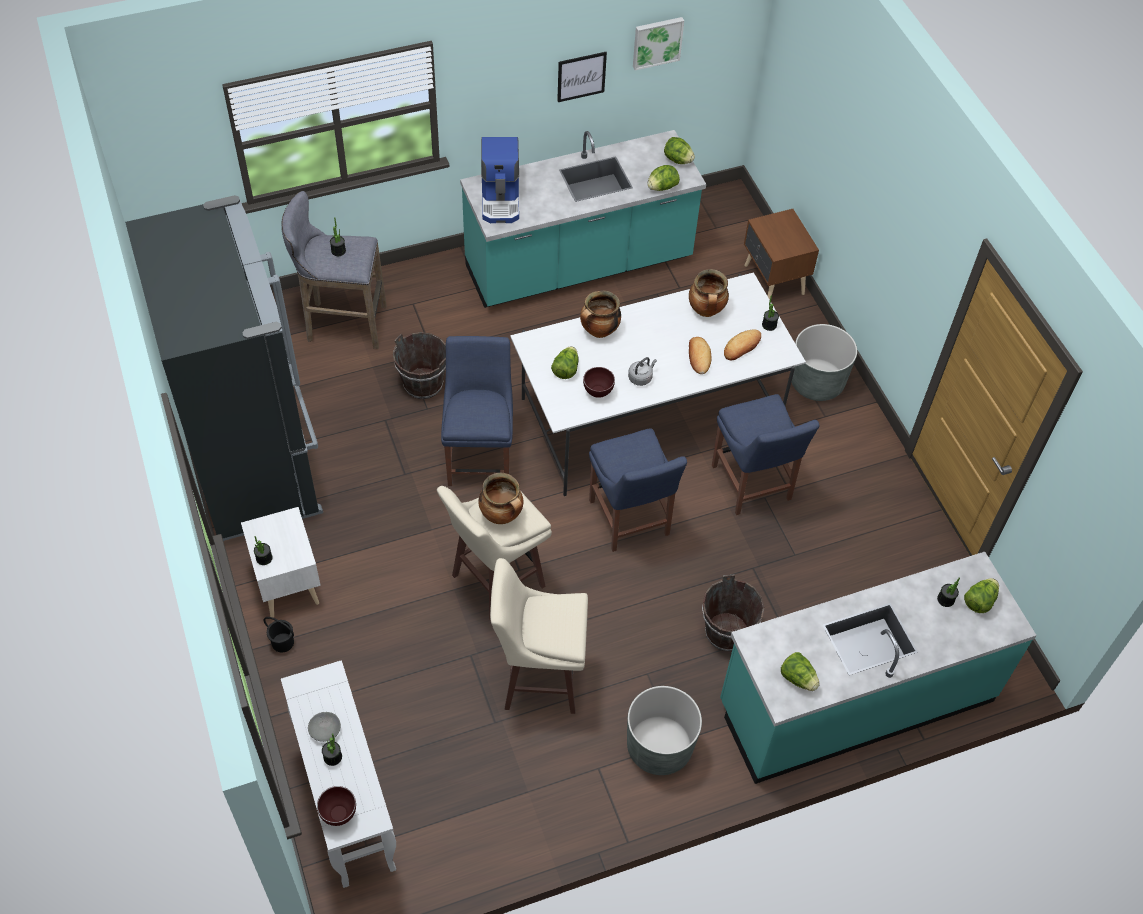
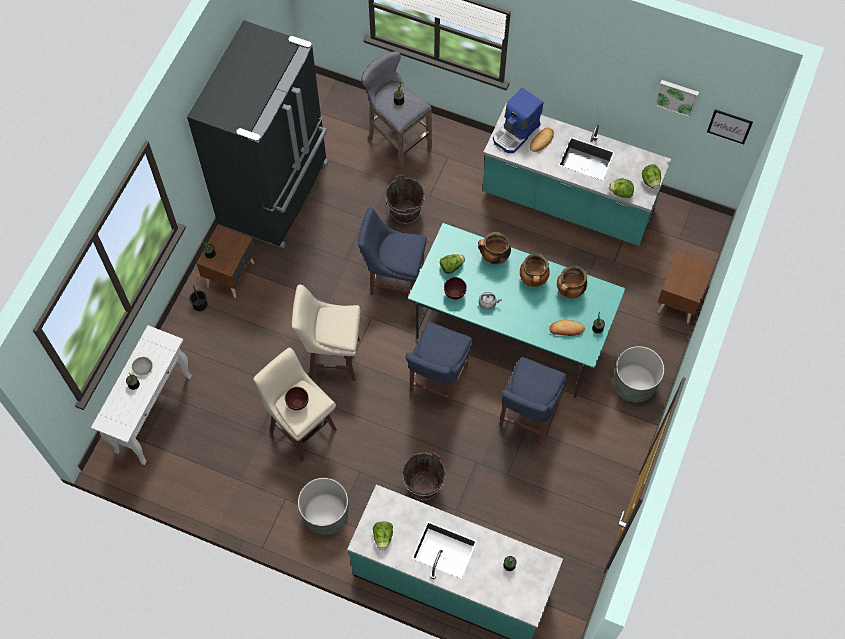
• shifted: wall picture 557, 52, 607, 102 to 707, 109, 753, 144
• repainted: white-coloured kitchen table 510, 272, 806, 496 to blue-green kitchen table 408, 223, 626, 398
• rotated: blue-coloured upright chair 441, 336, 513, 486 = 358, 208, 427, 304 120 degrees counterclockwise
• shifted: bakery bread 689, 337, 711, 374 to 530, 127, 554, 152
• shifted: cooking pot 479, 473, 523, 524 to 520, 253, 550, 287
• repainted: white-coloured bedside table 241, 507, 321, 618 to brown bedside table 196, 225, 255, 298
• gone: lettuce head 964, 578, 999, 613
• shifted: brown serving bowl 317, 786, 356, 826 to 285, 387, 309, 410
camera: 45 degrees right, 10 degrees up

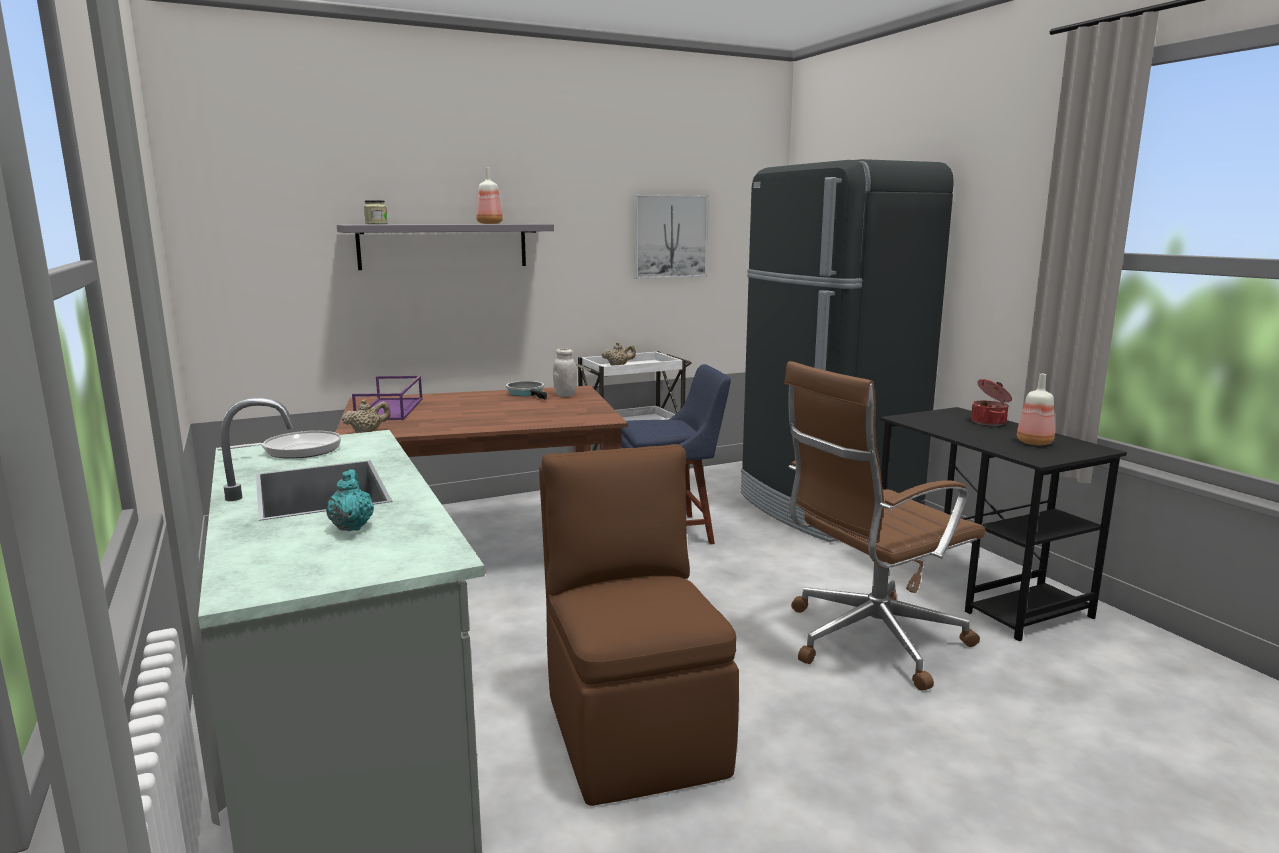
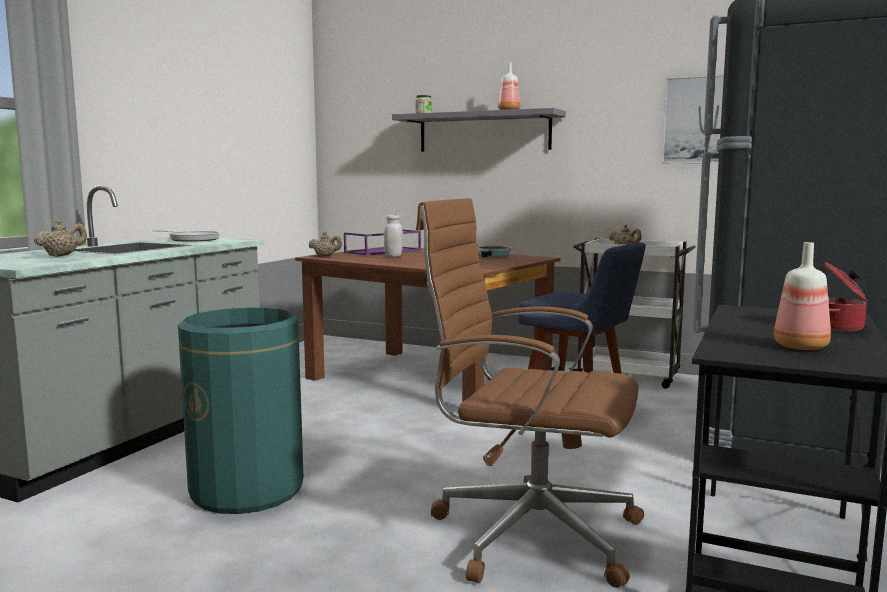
• shifted: white-coloured preserve jar 553, 348, 577, 397 to 384, 215, 403, 257
• swapped: brown upright chair 539, 444, 739, 806 to green-coloured rubbish bin 178, 308, 304, 514
• repainted: blue-green pot for tea 326, 469, 374, 531 to sand-coloured pot for tea 34, 220, 87, 257
camera: 50 degrees right, 5 degrees down

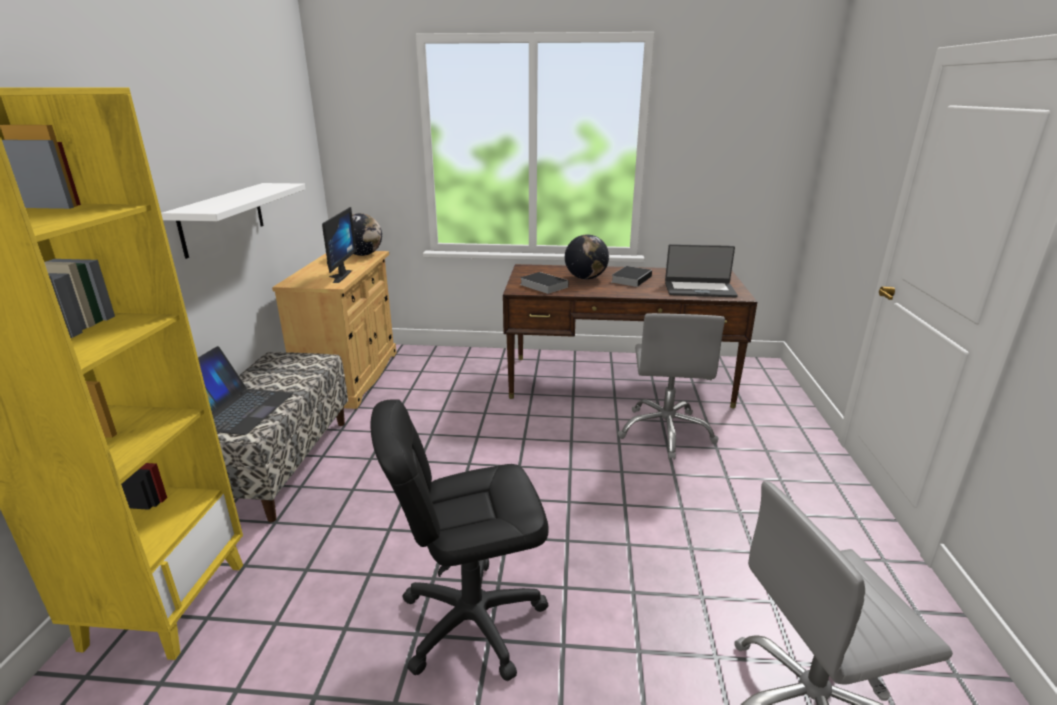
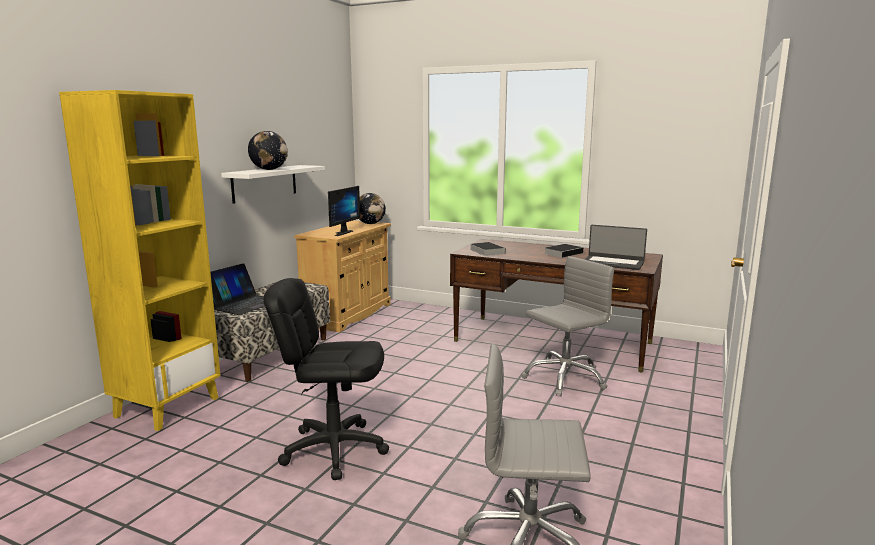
• shifted: desk globe 565, 234, 609, 279 to 248, 131, 288, 170
• rotated: gray office chair 618, 313, 725, 460 = 521, 256, 614, 396 150 degrees counterclockwise
camera: 20 degrees right, 10 degrees down

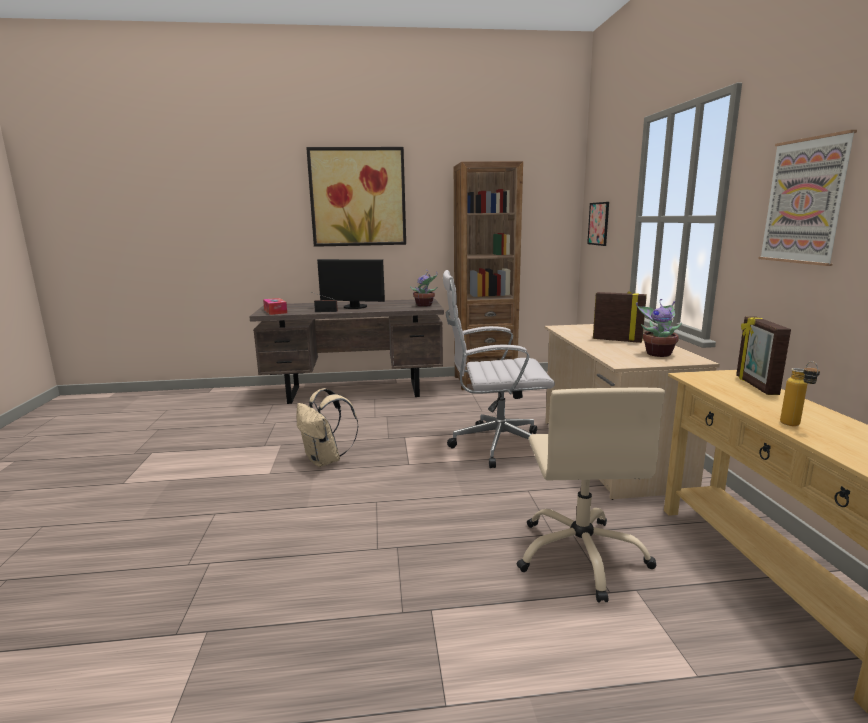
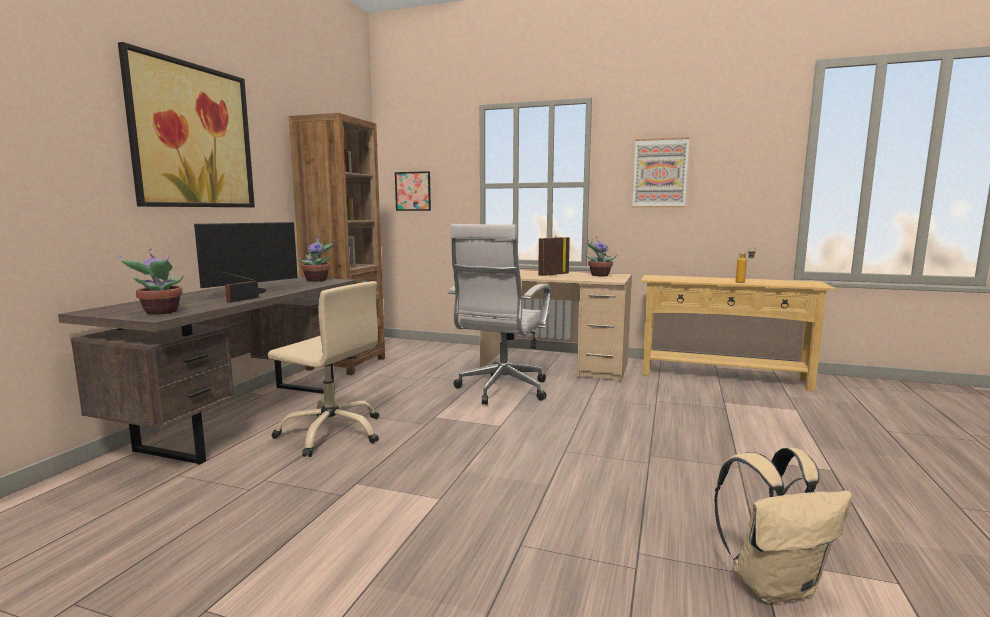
• swapped: tissue box 263, 298, 287, 315 to potted plant 118, 248, 183, 315
• gone: picture frame 736, 316, 791, 395
• shifted: sand-coloured knapsack 296, 388, 358, 467 to 714, 448, 852, 604
• shifted: sand-coloured office chair 517, 388, 665, 602 to 268, 281, 379, 457
camera: 65 degrees left, 5 degrees down

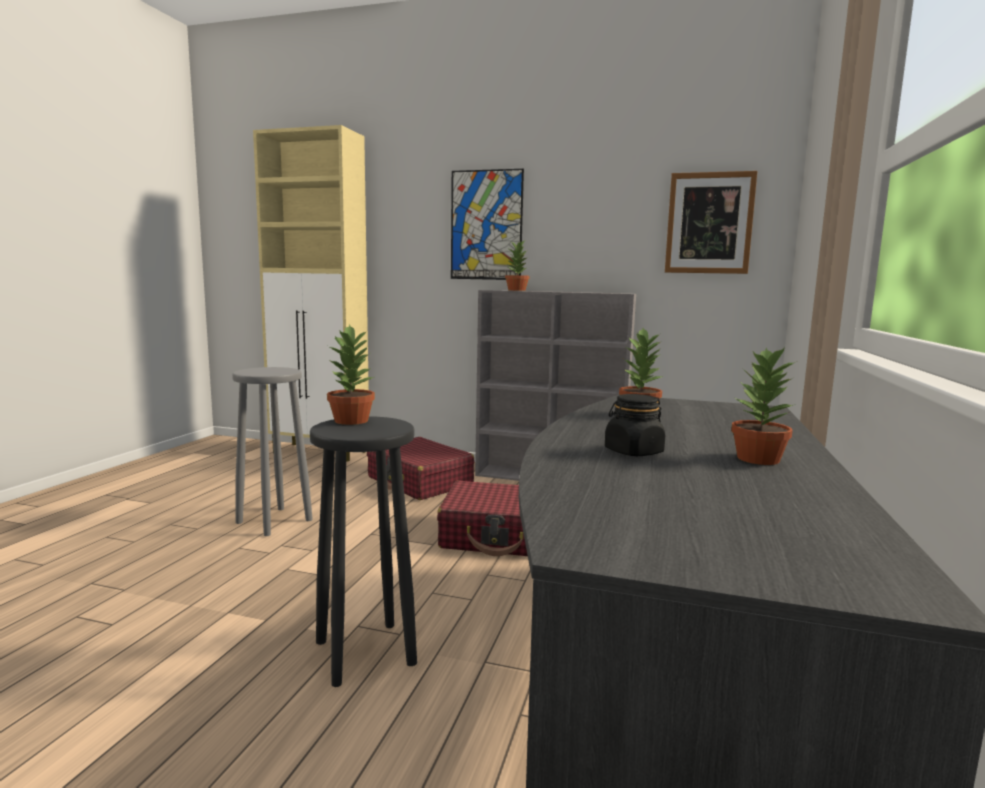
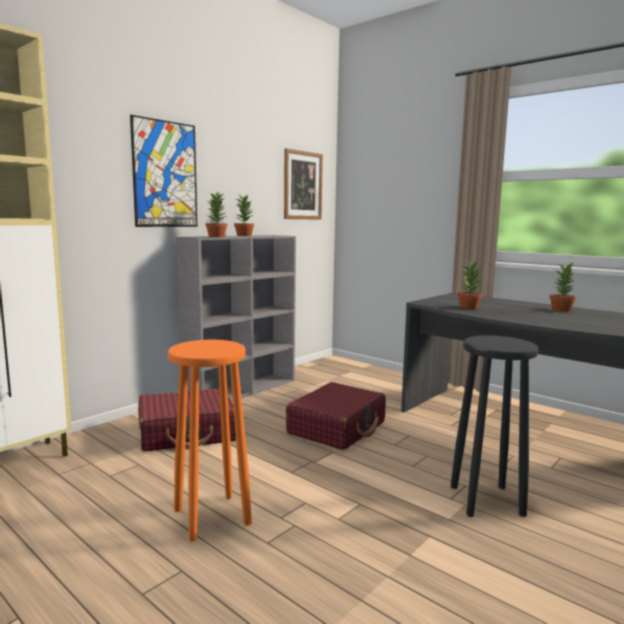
• shifted: potted plant 327, 325, 375, 425 to 234, 194, 254, 236
• repainted: gray stool 232, 367, 313, 536 to orange-coloured stool 168, 340, 252, 542
• gone: black preserve jar 605, 394, 665, 456
camera: 65 degrees left, 0 degrees up

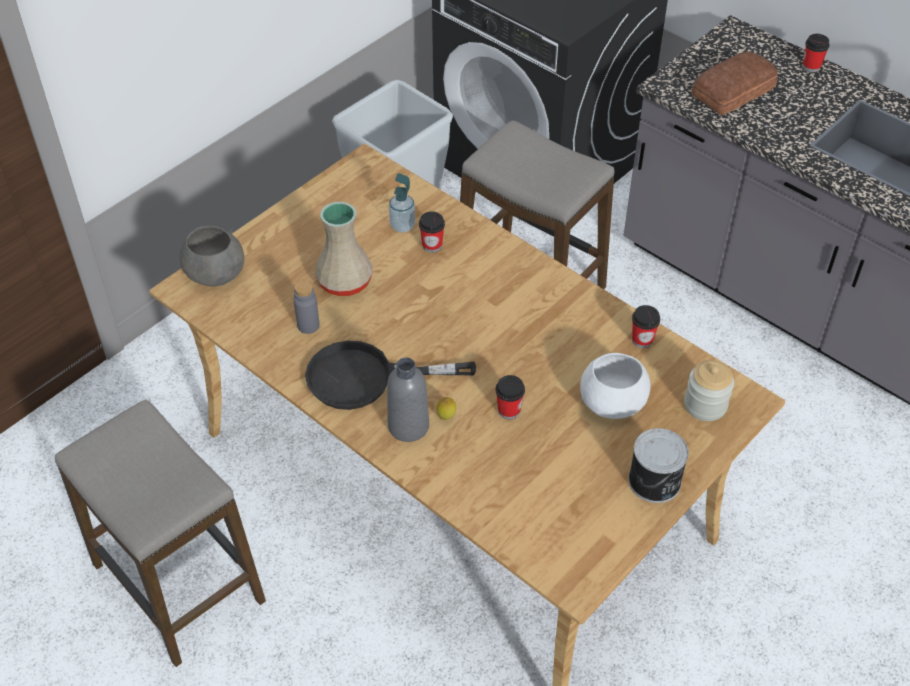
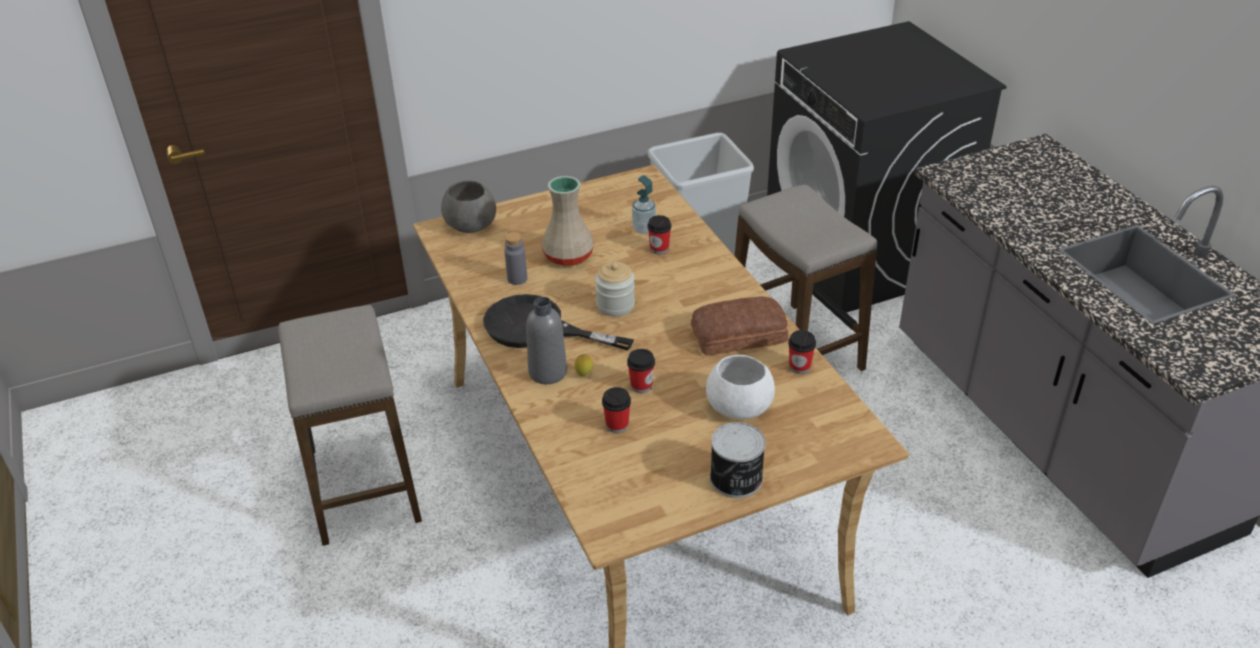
• shifted: cup 803, 34, 830, 72 to 602, 387, 631, 433
• shifted: bakery bread 692, 52, 778, 116 to 691, 296, 788, 356
• shifted: preserve jar 684, 360, 734, 421 to 595, 262, 635, 317
camera: 25 degrees right, 10 degrees down

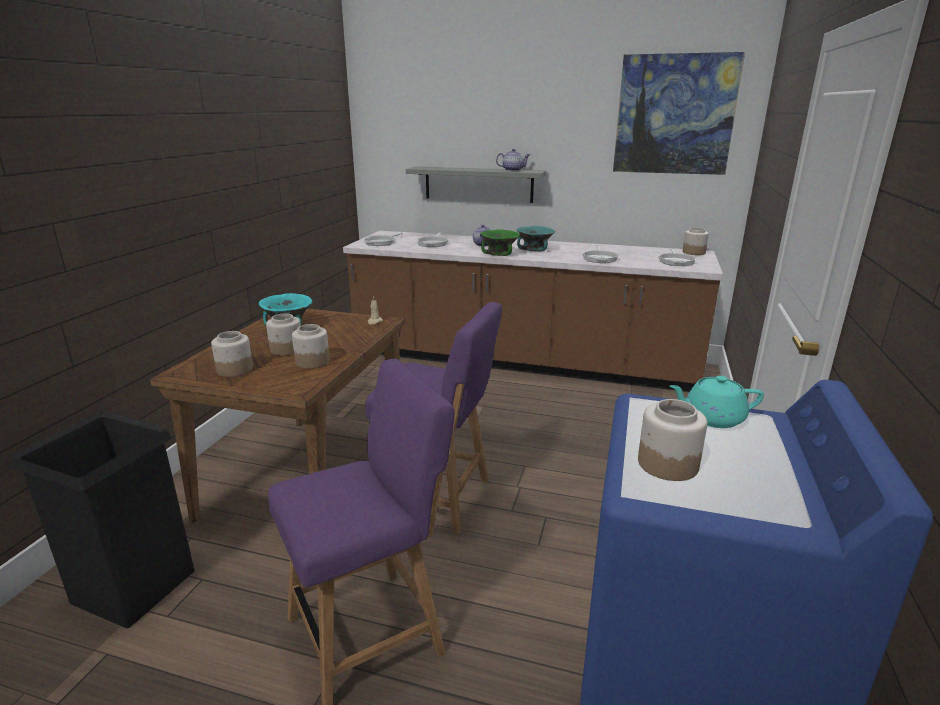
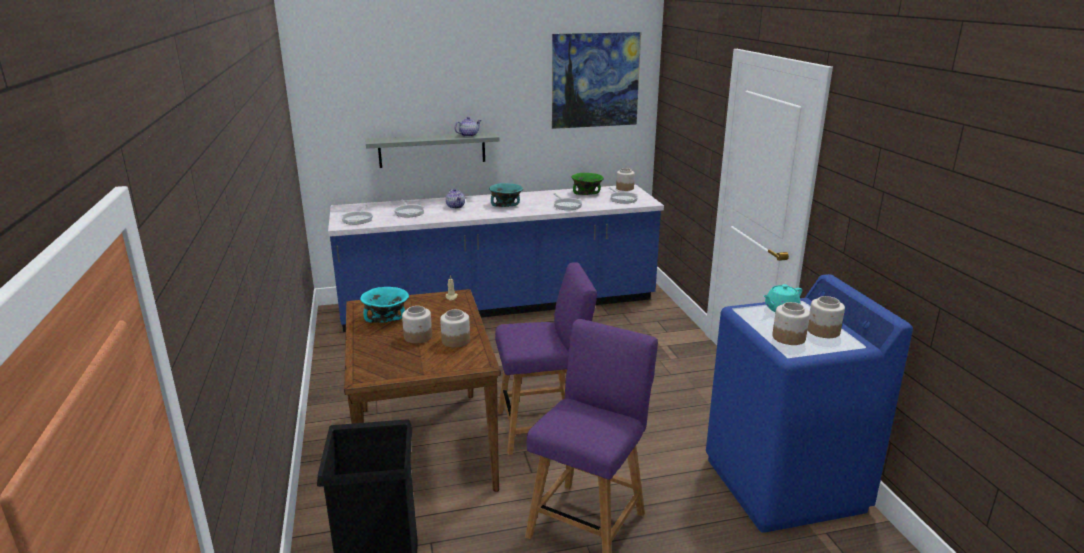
• shifted: green-coloured serving bowl 481, 229, 520, 256 to 571, 173, 604, 195
• repainted: brown kitchen counter 343, 231, 723, 392 to blue-coloured kitchen counter 328, 184, 664, 332
• shifted: preserve jar 211, 331, 253, 377 to 808, 296, 845, 338
camera: 30 degrees left, 0 degrees up

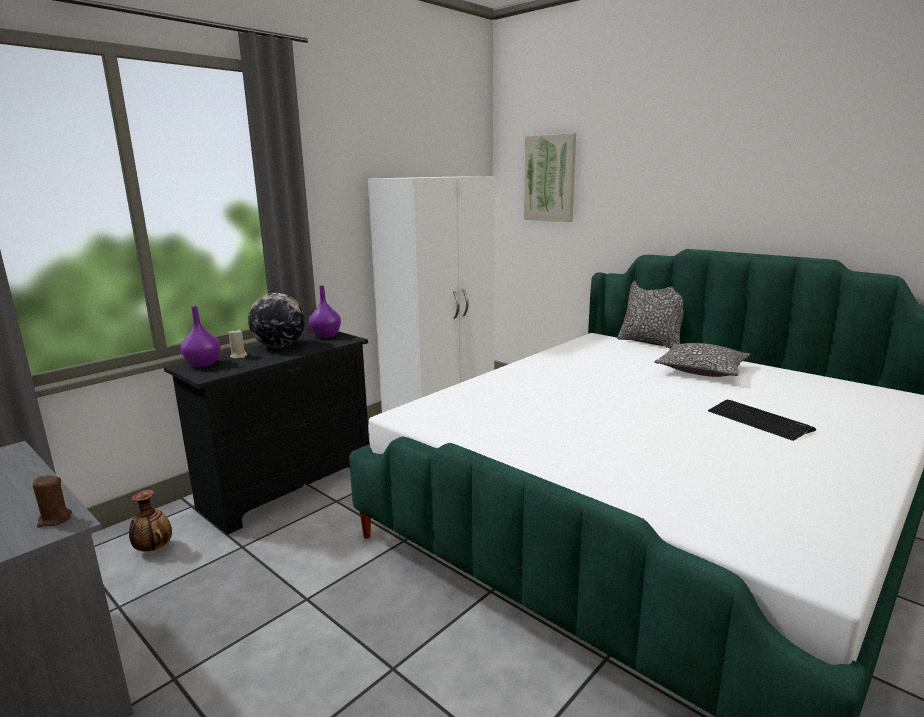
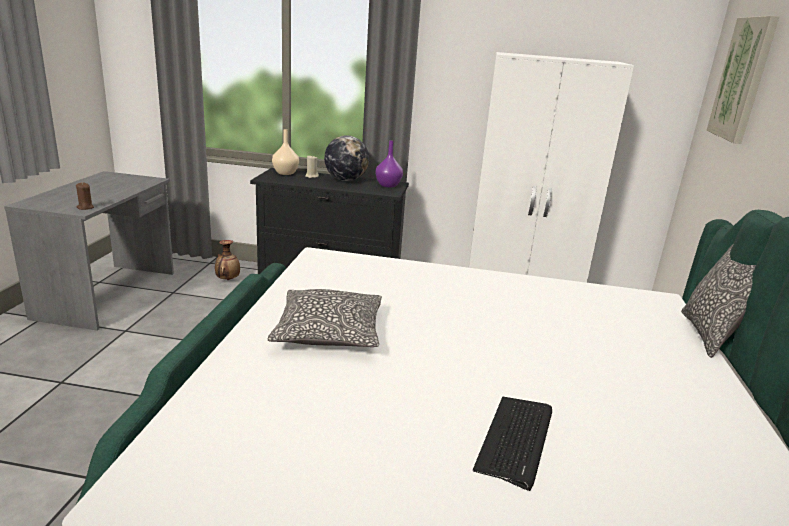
• repainted: purple flower vase 180, 306, 221, 367 to sand-coloured flower vase 272, 129, 299, 175
• shifted: cushion 654, 343, 750, 377 to 268, 289, 382, 347
camera: 55 degrees right, 5 degrees up

